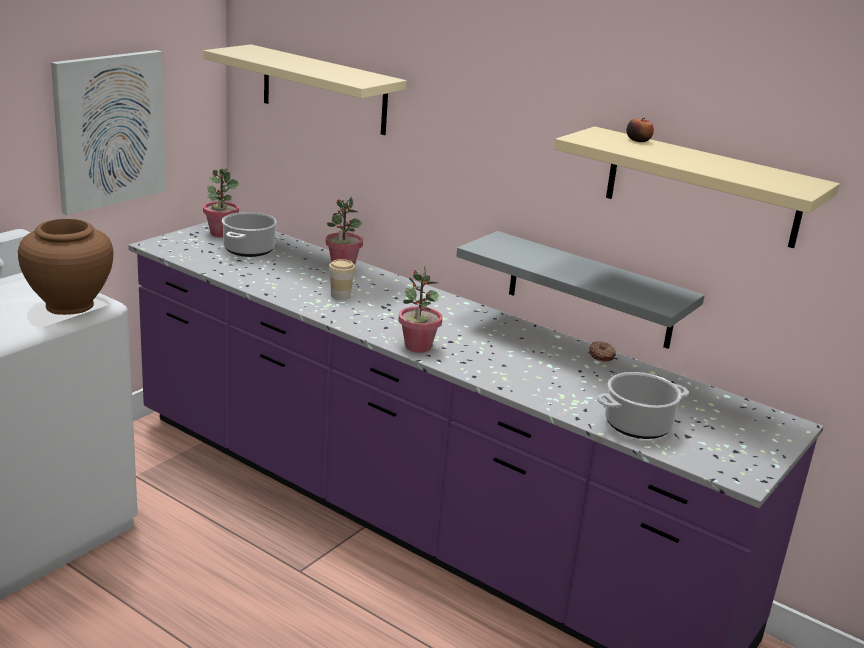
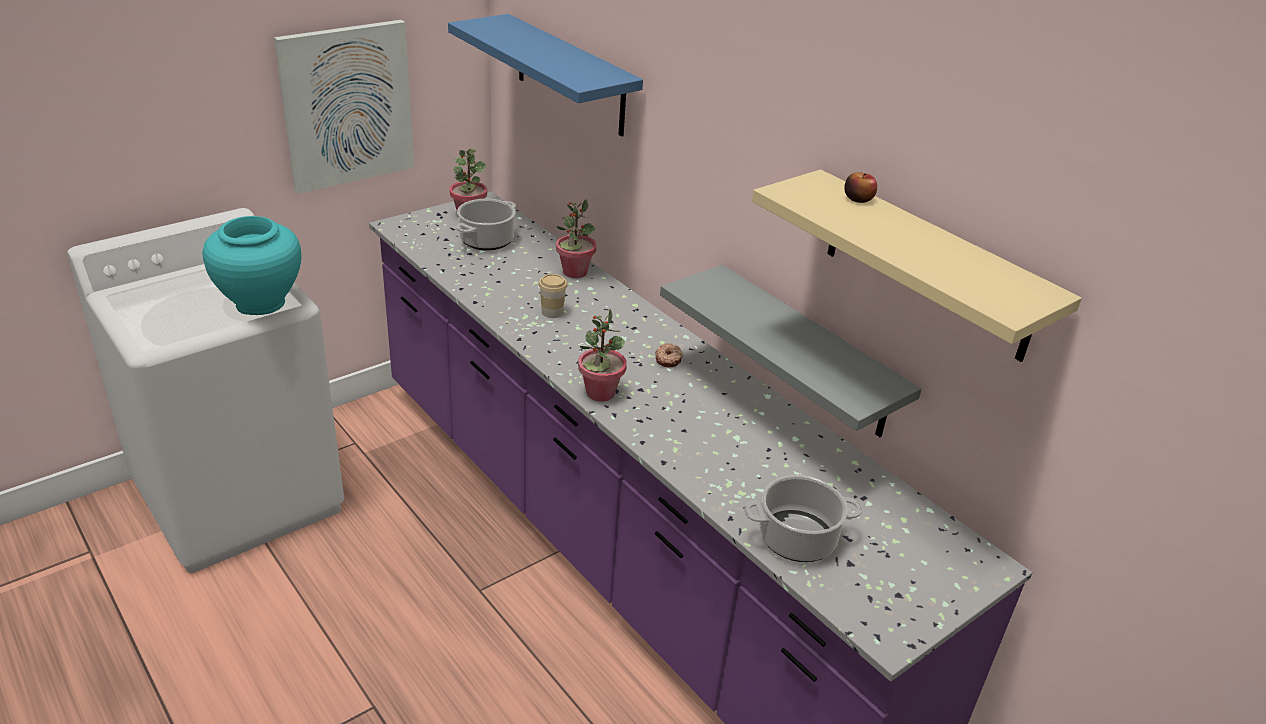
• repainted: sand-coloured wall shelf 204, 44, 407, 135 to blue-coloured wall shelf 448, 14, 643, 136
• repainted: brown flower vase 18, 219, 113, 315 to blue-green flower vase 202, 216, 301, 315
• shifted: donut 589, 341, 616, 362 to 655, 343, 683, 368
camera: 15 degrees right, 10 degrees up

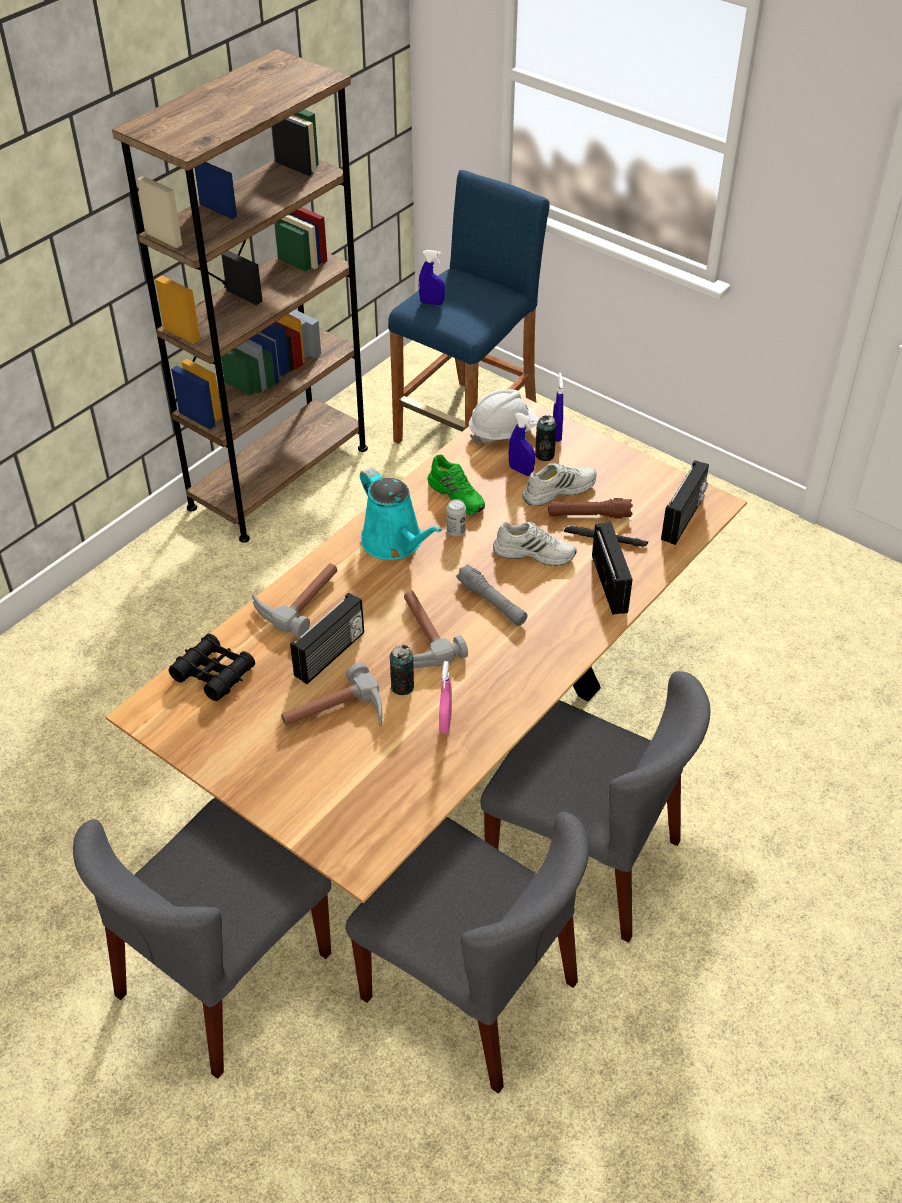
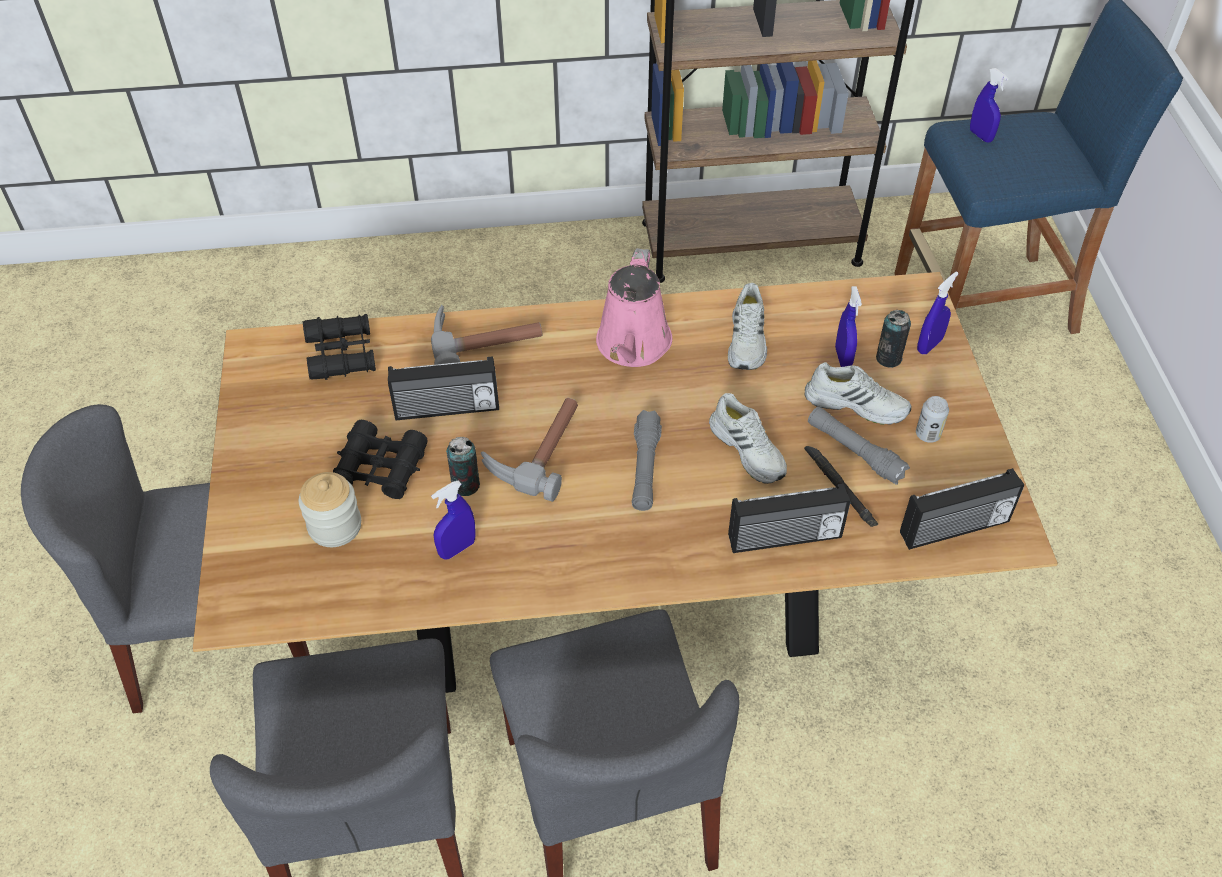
• gone: white-coloured work helmet 469, 389, 538, 444
• repainted: green-coloured shoe 427, 455, 485, 515 to white-coloured shoe 728, 283, 767, 370
• repainted: blue-green sprinkling can 360, 467, 442, 560 to pink-coloured sprinkling can 596, 248, 672, 367
• repainted: brown torch 548, 498, 633, 519 to gray torch 808, 407, 910, 485
• shifted: can 446, 499, 466, 536 to 916, 396, 949, 443
• rotated: radio set 592, 522, 632, 615 = 728, 484, 850, 553 45 degrees clockwise
• repainted: pink-coloured hand sprayer 439, 661, 452, 734 to blue-coloured hand sprayer 431, 481, 476, 559
• swapped: hammer 281, 662, 383, 726 to black pair of binoculars 333, 420, 428, 499
• new: preserve jar 299, 472, 361, 547
camera: 45 degrees right, 5 degrees up

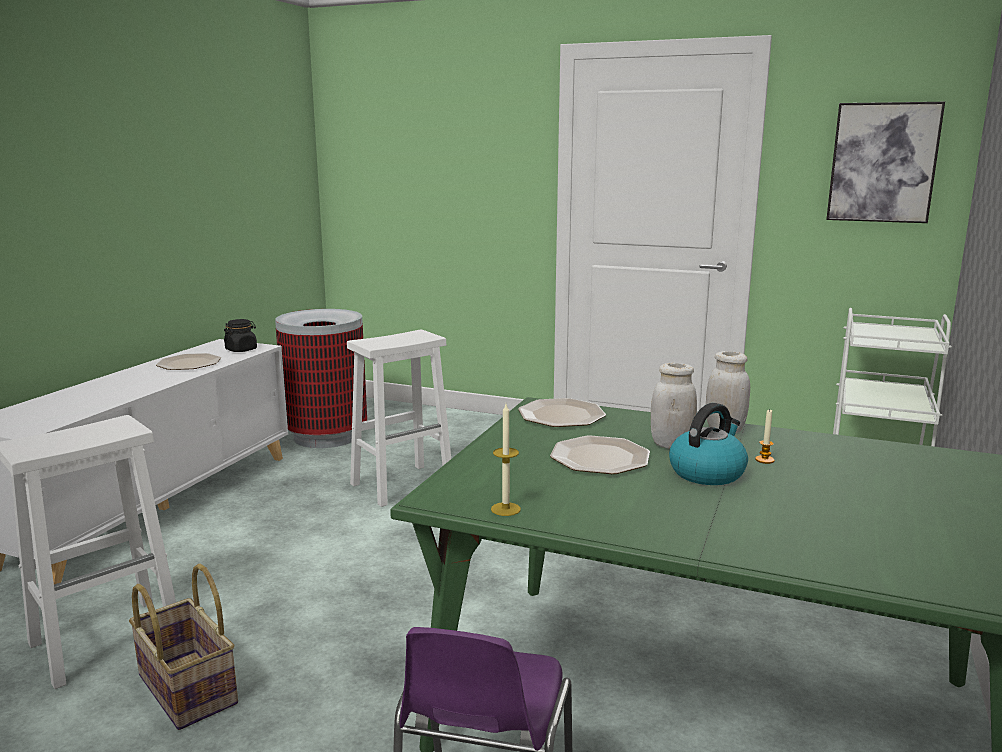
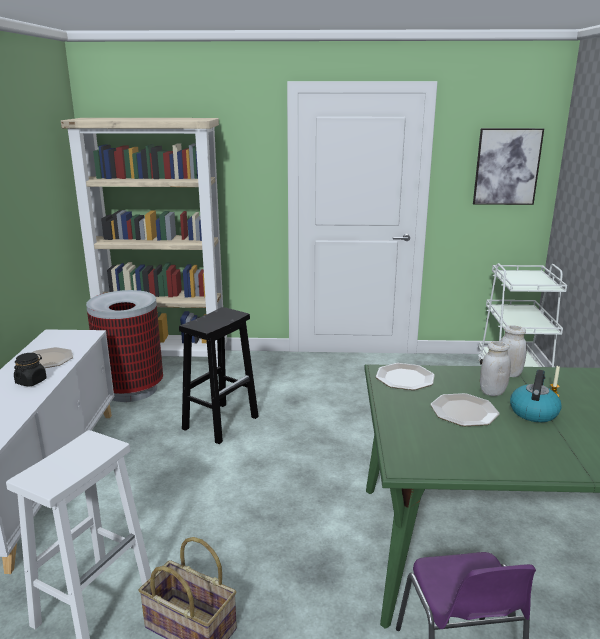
• shifted: black preserve jar 224, 319, 257, 352 to 14, 353, 47, 387
• repainted: white-coloured stool 347, 330, 451, 507 to black stool 179, 307, 259, 444
• gone: wax light 491, 404, 521, 516
• new: sand-coloured bookcase 61, 118, 227, 367
camera: 20 degrees left, 5 degrees up

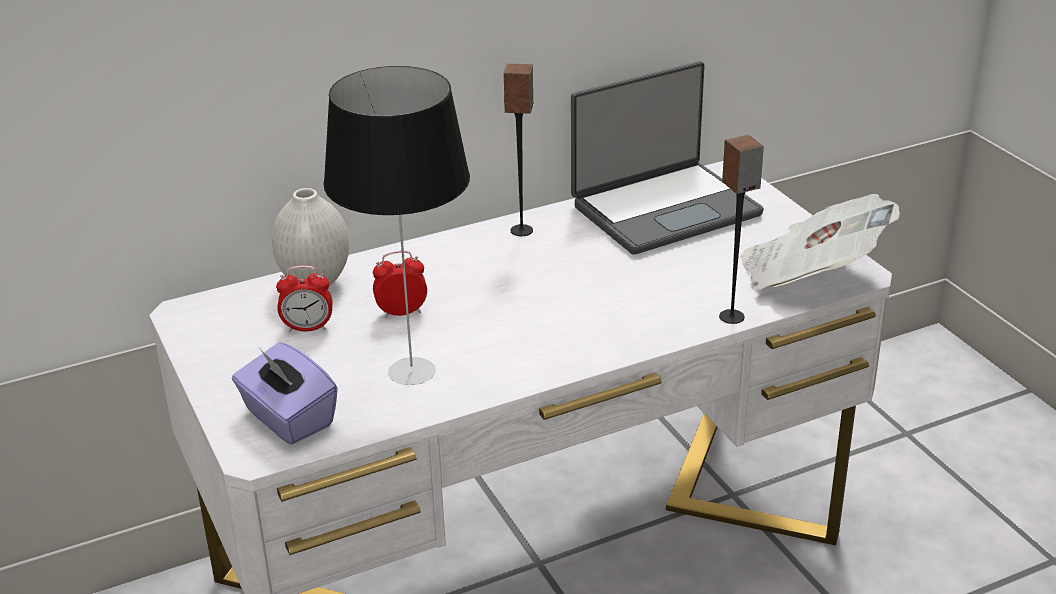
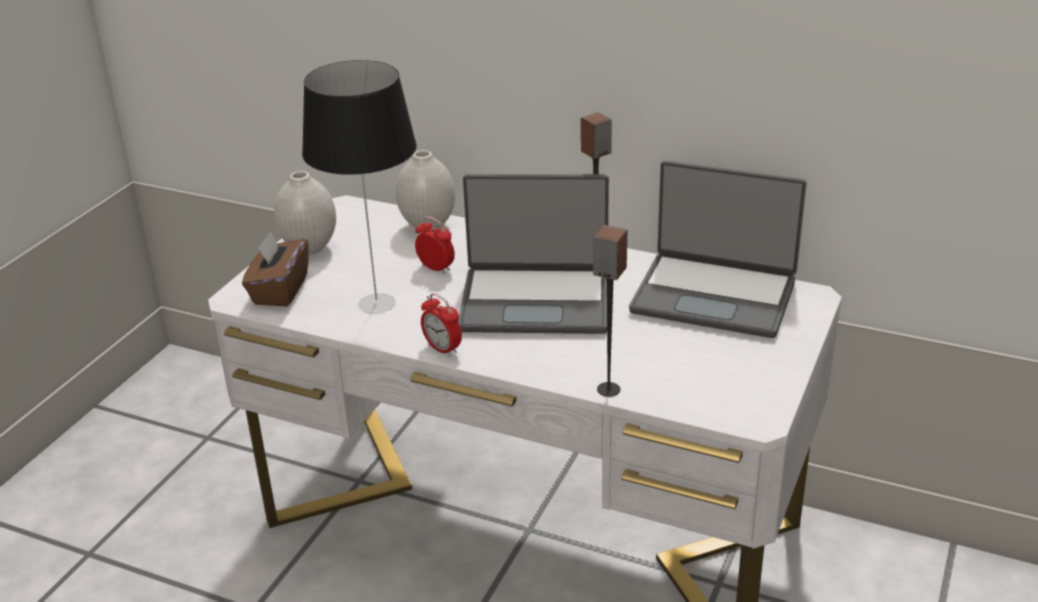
• gone: newspaper 741, 194, 900, 291
• shifted: bedside clock 276, 266, 332, 332 to 421, 293, 462, 357
• repainted: purple tissue box 232, 342, 338, 445 to brown tissue box 242, 231, 309, 306
• new: white-coloured flower vase 274, 171, 336, 255
• new: laptop 458, 174, 609, 334
camera: 50 degrees right, 0 degrees up

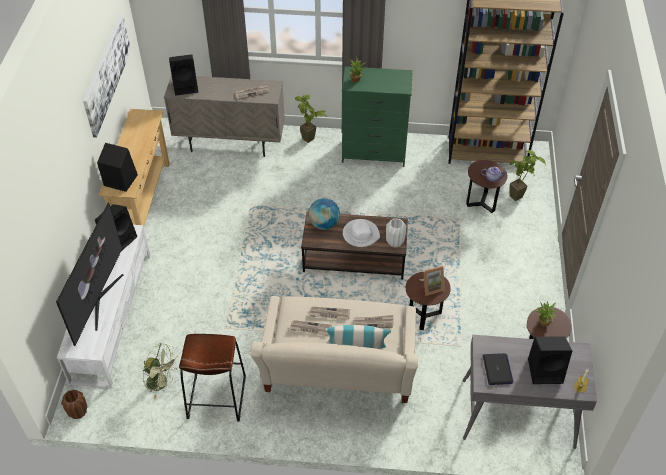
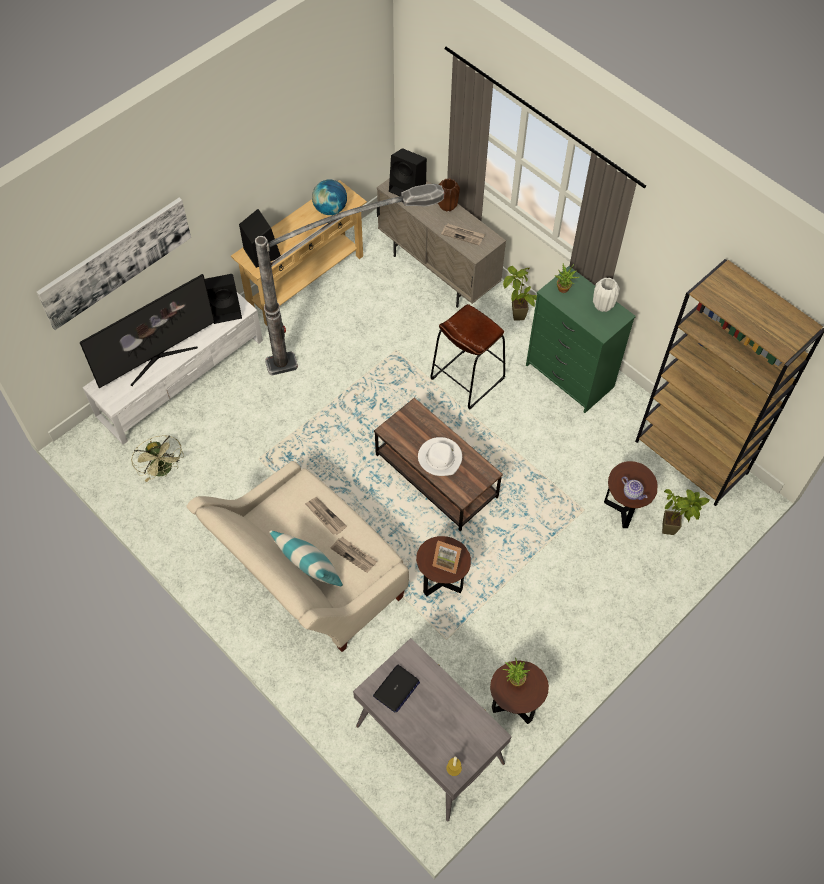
• shifted: wall picture 83, 14, 131, 138 to 37, 198, 191, 330
• shifted: desk globe 308, 198, 340, 230 to 312, 179, 347, 215
• shifted: white-coloured flower vase 386, 218, 406, 247 to 593, 278, 620, 312
• gone: newspaper 289, 320, 332, 336
• shifted: brown stool 179, 334, 246, 421 to 431, 304, 505, 409
• gone: black audio speaker 528, 336, 572, 384
• shifted: brown flower vase 61, 390, 87, 419 to 438, 178, 460, 212
• new: floor lamp 255, 184, 444, 376
camera: 40 degrees right, 10 degrees up

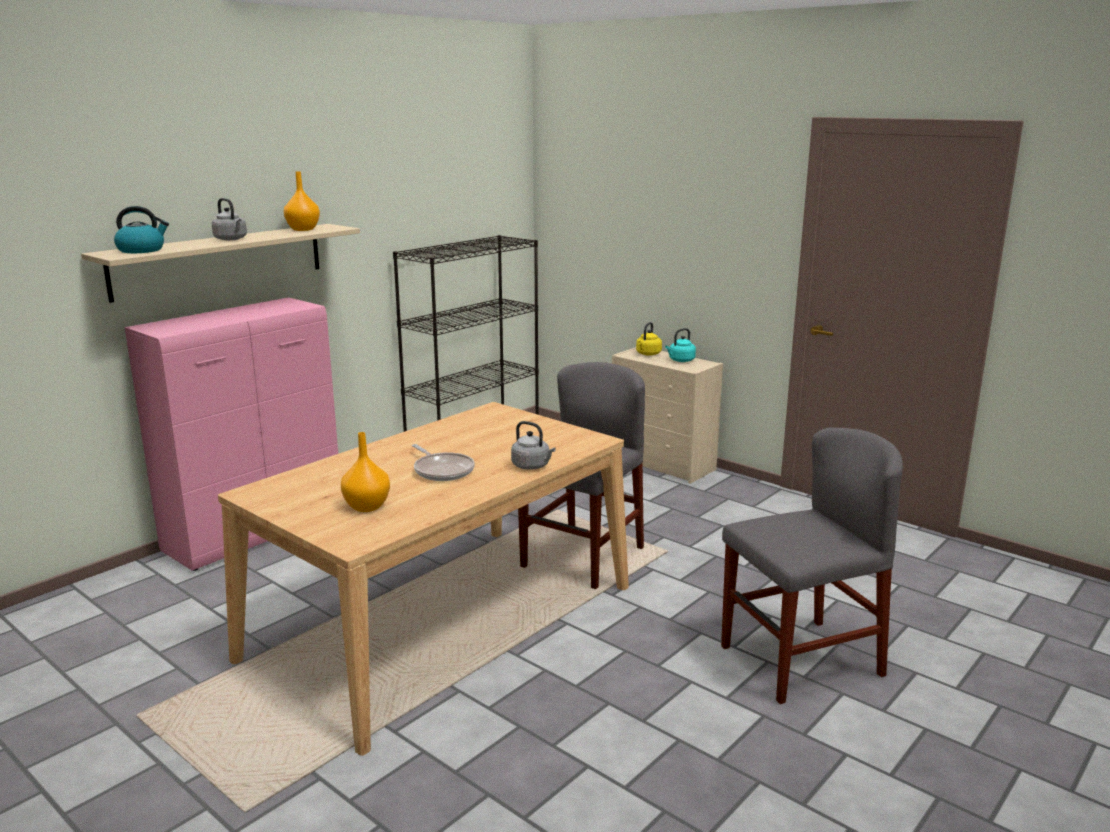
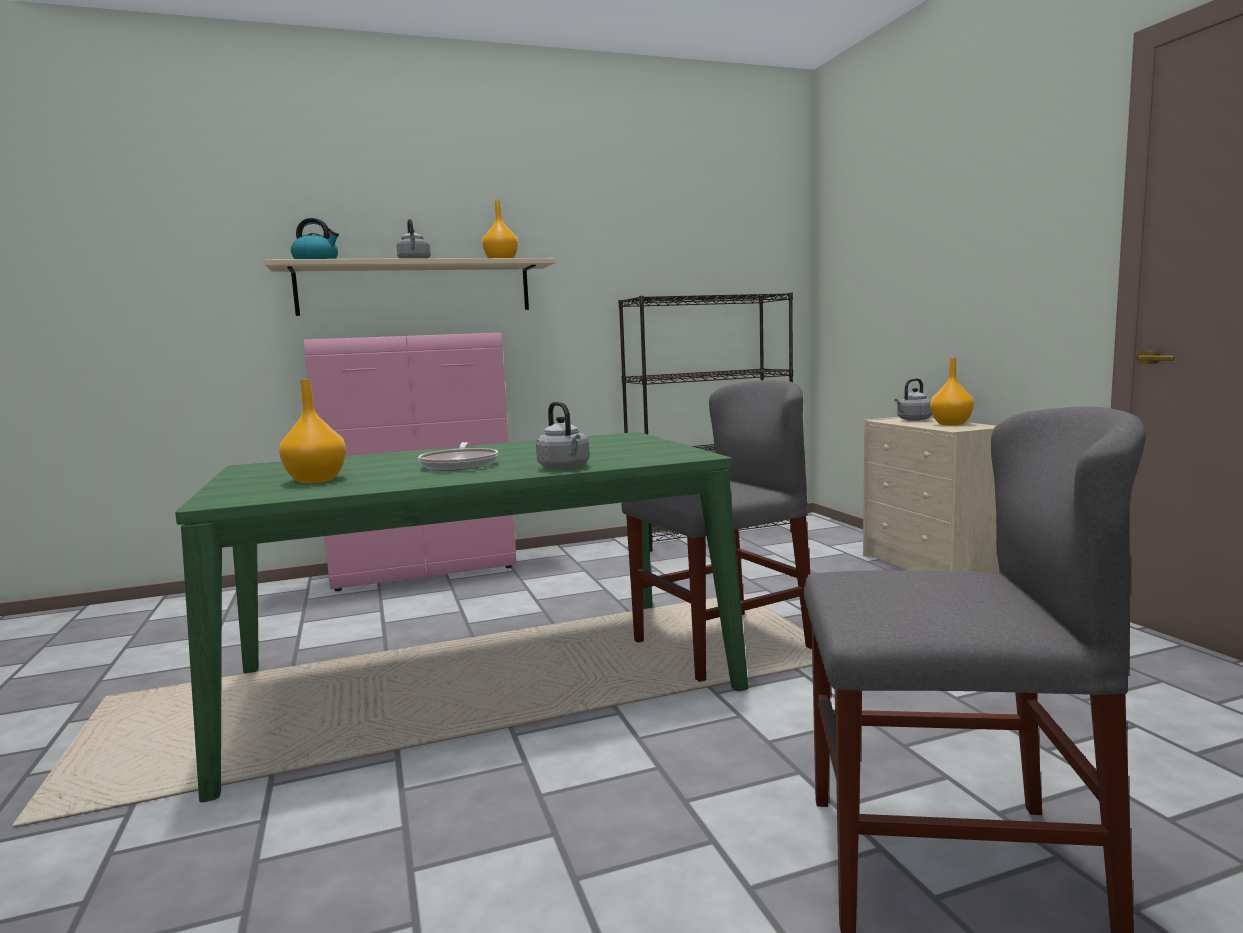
• repainted: yellow-coloured tea kettle 636, 322, 662, 356 to gray tea kettle 894, 378, 932, 421
• swapped: blue-green tea kettle 665, 328, 696, 362 to orange-coloured flower vase 930, 358, 974, 425
• repainted: sand-coloured kitchen table 218, 402, 629, 756 to green-coloured kitchen table 175, 432, 748, 802
camera: 30 degrees right, 10 degrees down

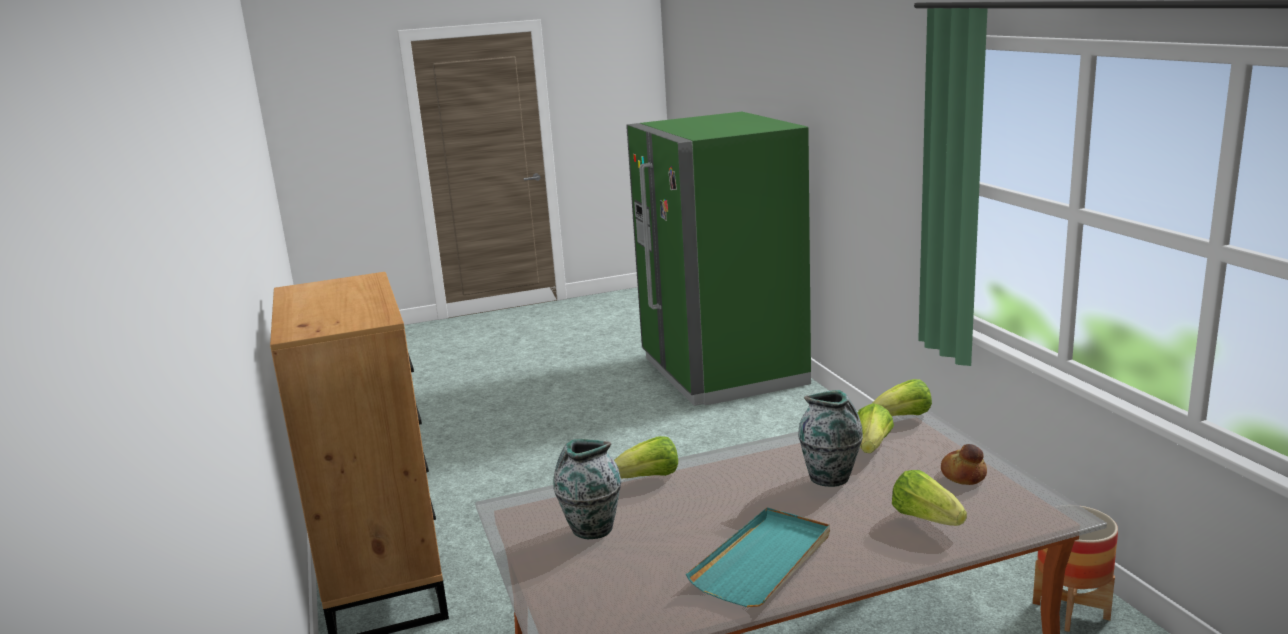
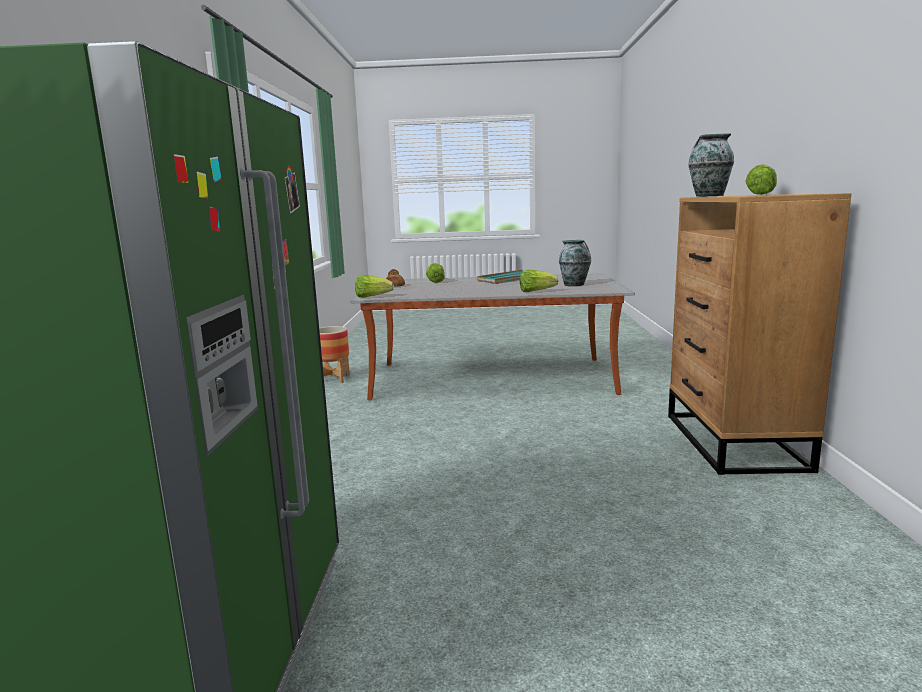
• shifted: flower vase 798, 390, 863, 487 to 688, 133, 734, 197
• shifted: lettuce head 858, 403, 894, 453 to 745, 164, 777, 195
camera: 160 degrees left, 5 degrees down

